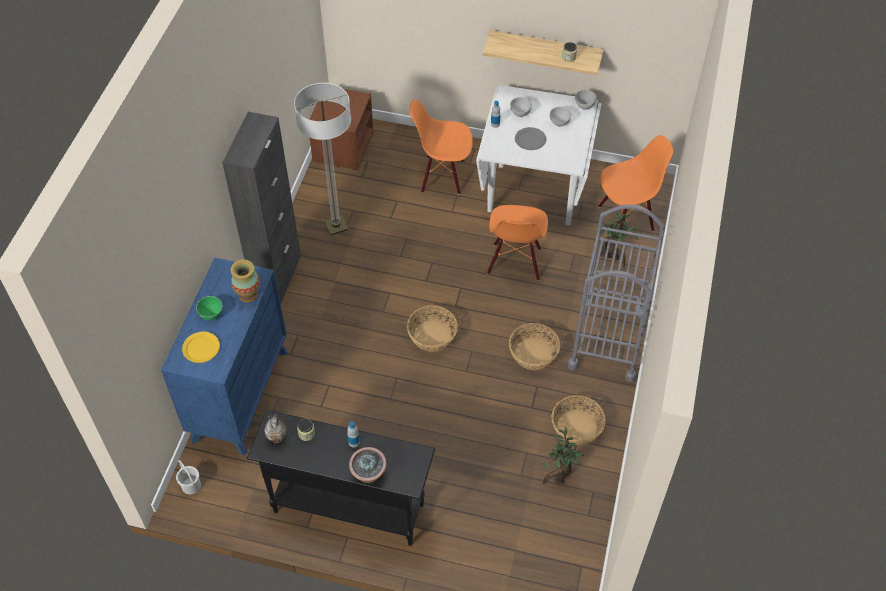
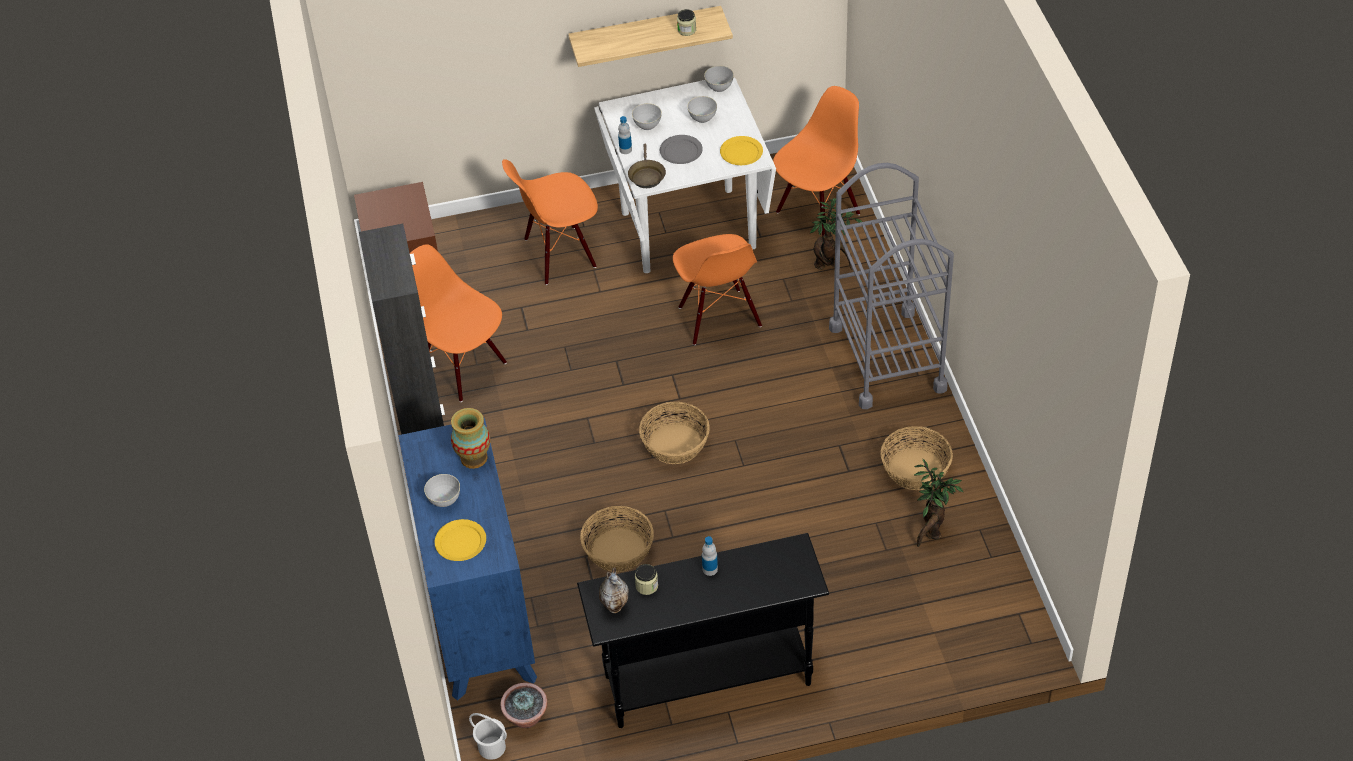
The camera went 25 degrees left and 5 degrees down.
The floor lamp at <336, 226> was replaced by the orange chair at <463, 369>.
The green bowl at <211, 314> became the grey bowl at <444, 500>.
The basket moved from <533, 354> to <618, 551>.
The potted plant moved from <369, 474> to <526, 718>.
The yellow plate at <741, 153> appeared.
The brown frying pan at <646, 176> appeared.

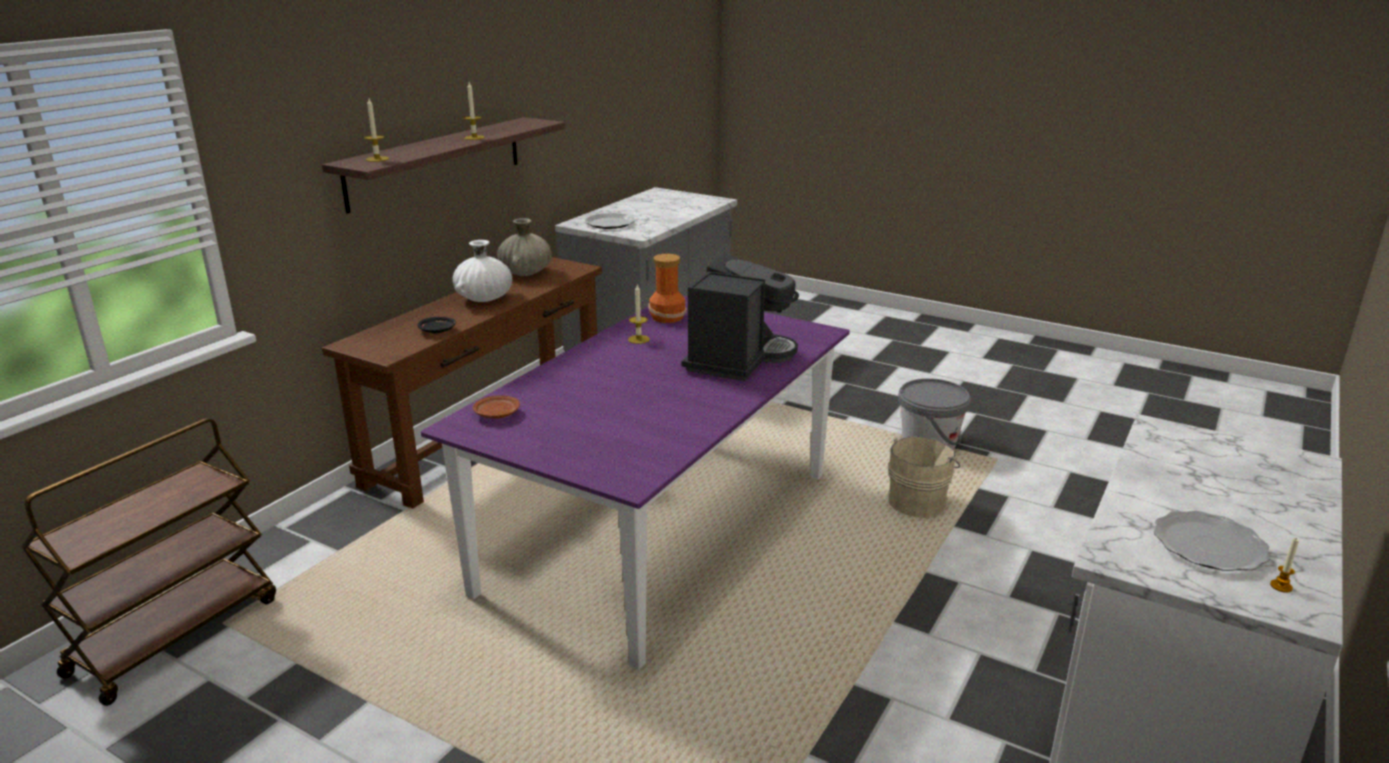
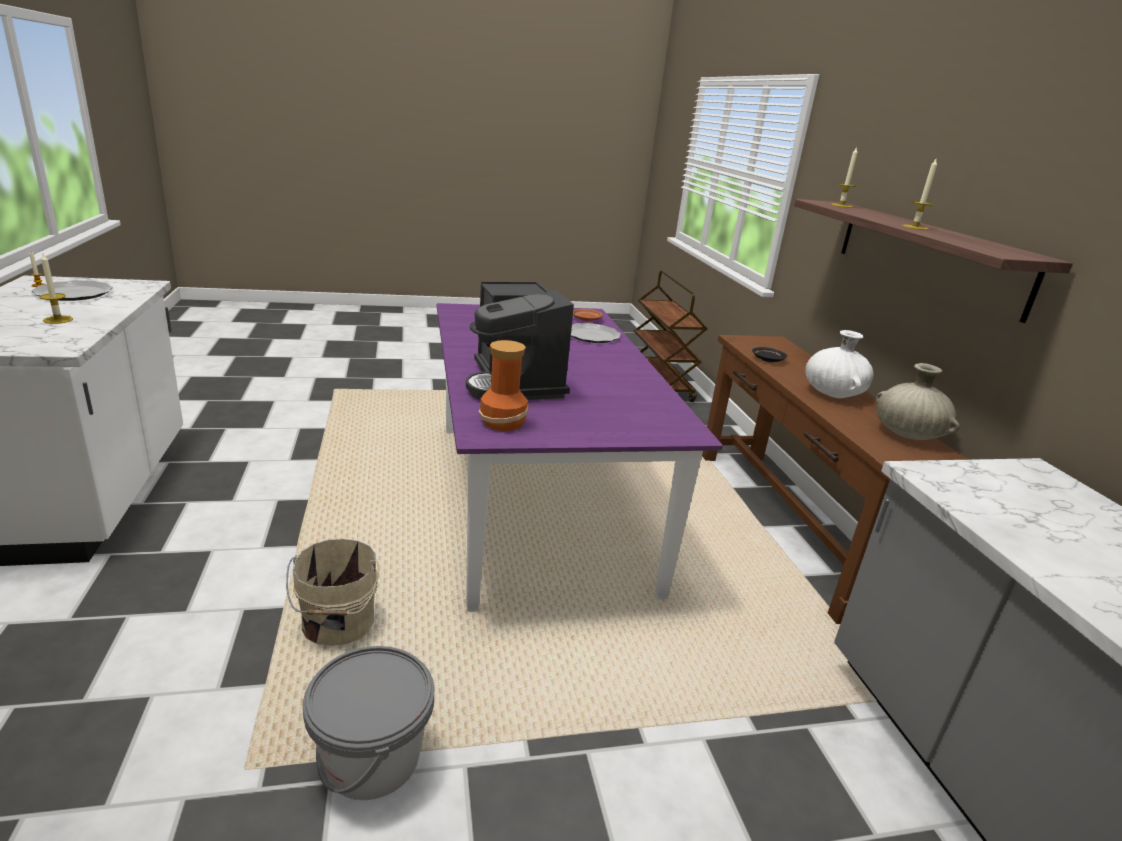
The camera went 135 degrees right and 0 degrees up.
The plate moved from <610, 223> to <592, 336>.
The vase moved from <666, 317> to <504, 422>.
The candle moved from <638, 339> to <58, 320>.

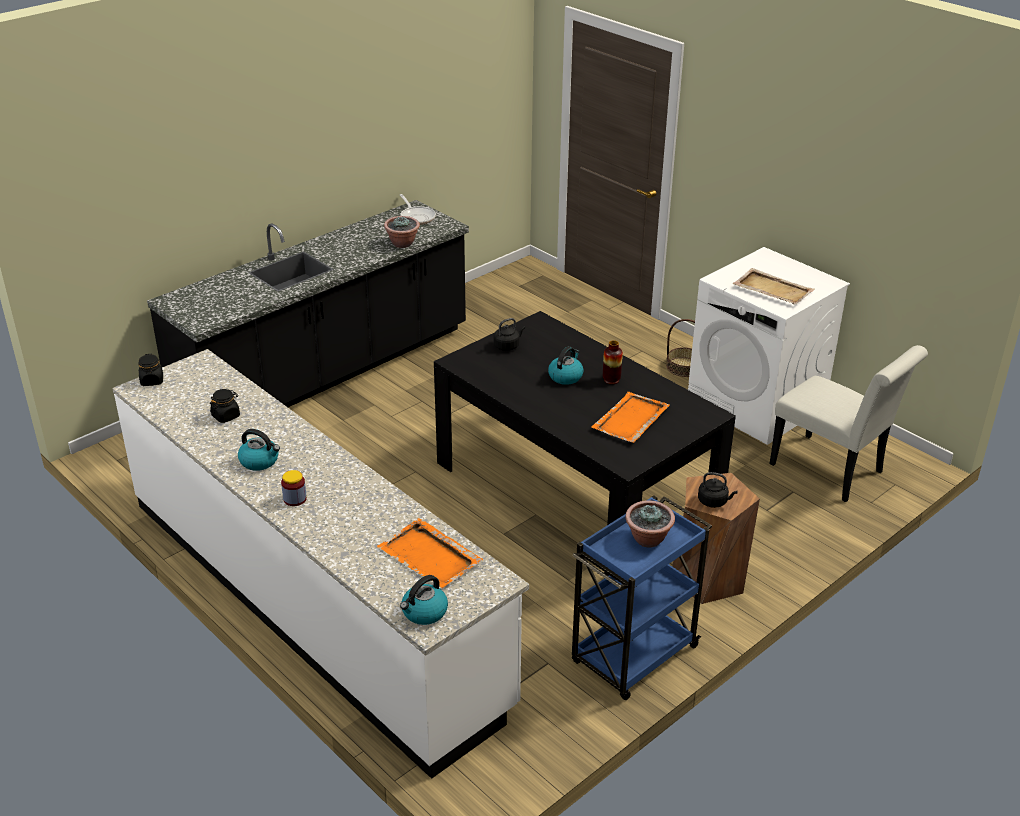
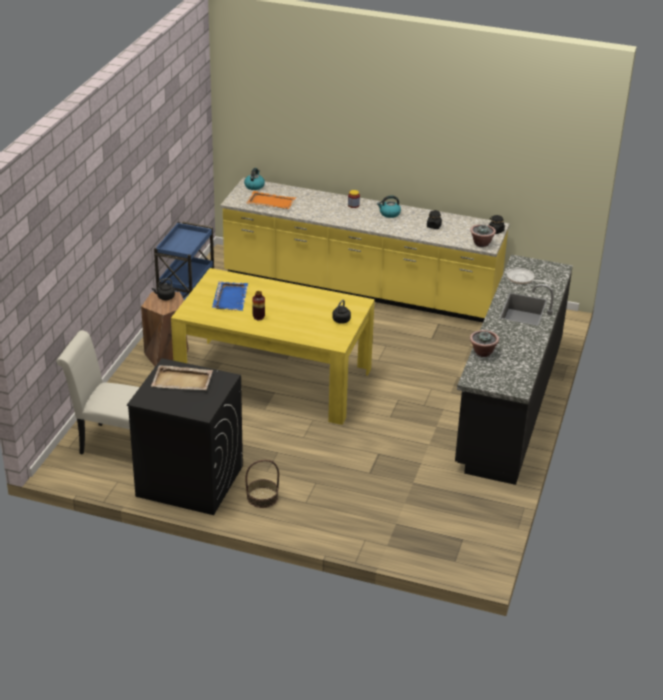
The camera went 150 degrees right and 0 degrees up.
The frying pan moved from <417, 217> to <522, 279>.
The white washing machine at <756, 404> became the black washing machine at <189, 481>.
The black dining table at <575, 491> became the yellow dining table at <273, 378>.
The kettle at <565, 376> disappeared.
The white counter at <313, 599> became the yellow counter at <360, 289>.
The orange tray at <630, 420> became the blue tray at <230, 297>.
The potted plant moved from <648, 539> to <481, 243>.

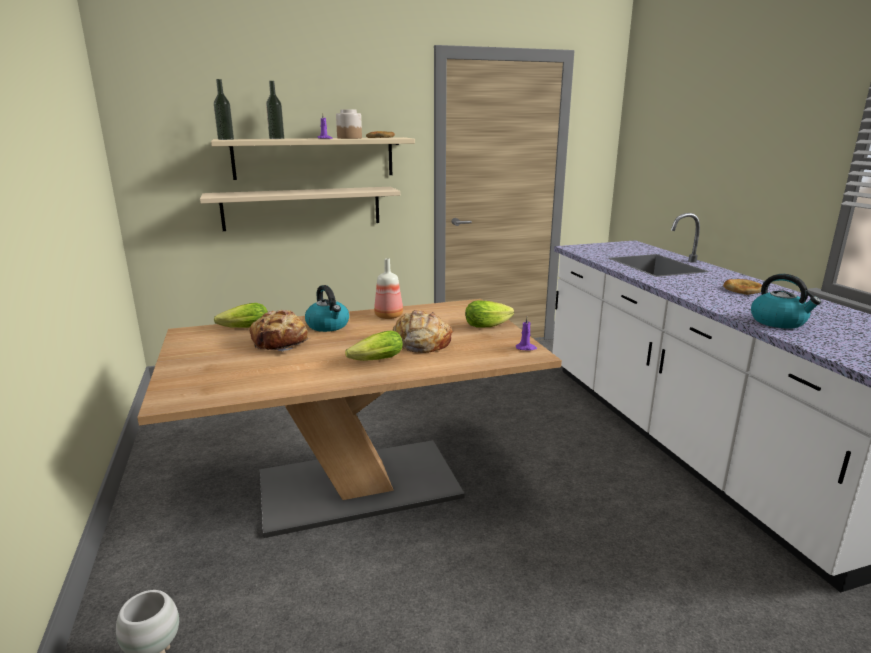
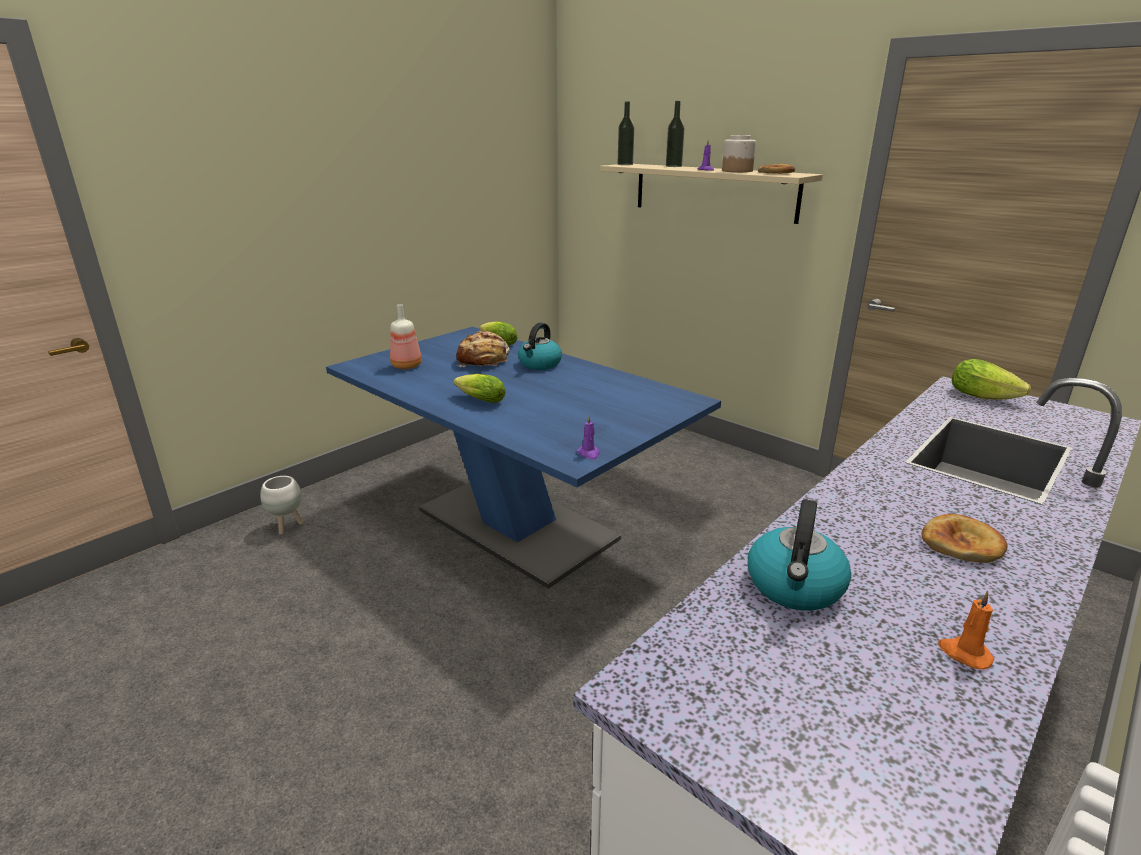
The camera went 60 degrees right and 5 degrees up.
The beige shelf at <302, 208> disappeared.
The bottle moved from <388, 316> to <407, 366>.
The brown dining table at <359, 485> became the blue dining table at <516, 524>.
The lettuce moved from <490, 325> to <986, 397>.
The bread at <421, 343> disappeared.
The orange candle at <964, 653> appeared.

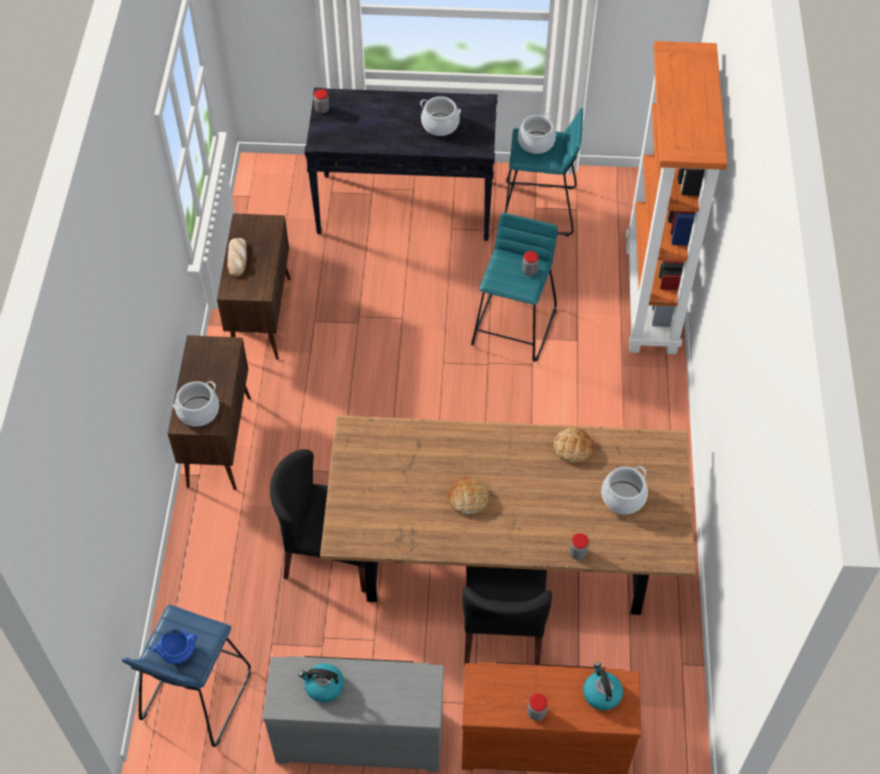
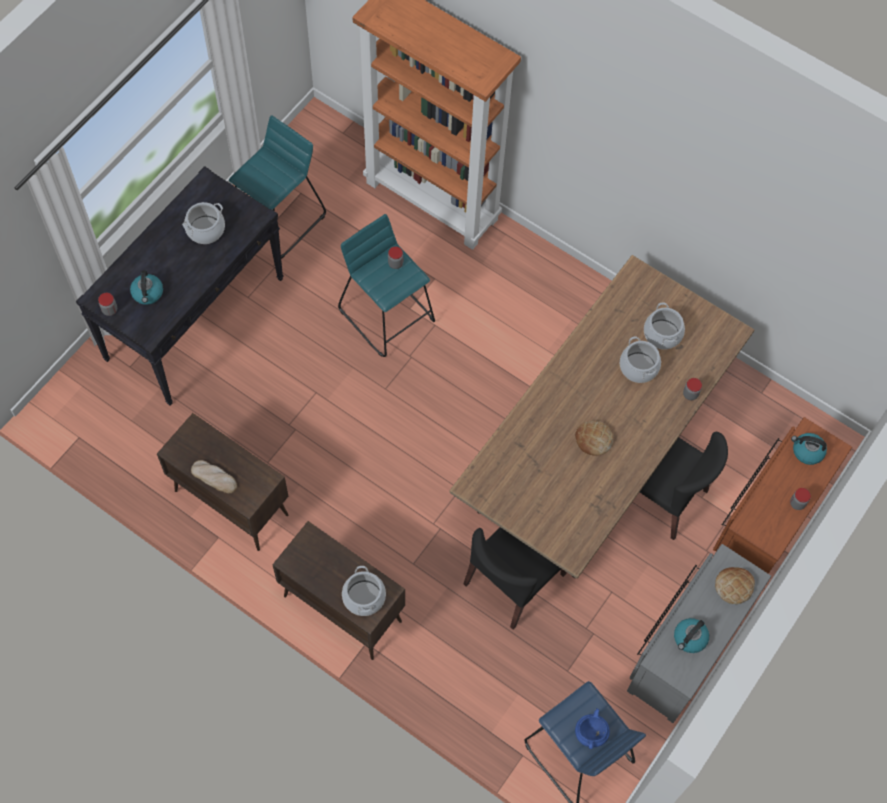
The camera went 60 degrees left and 10 degrees up.
The cooking pot moved from <536, 143> to <638, 367>.
The bread moved from <573, 447> to <734, 586>.
The kettle at <148, 293> appeared.

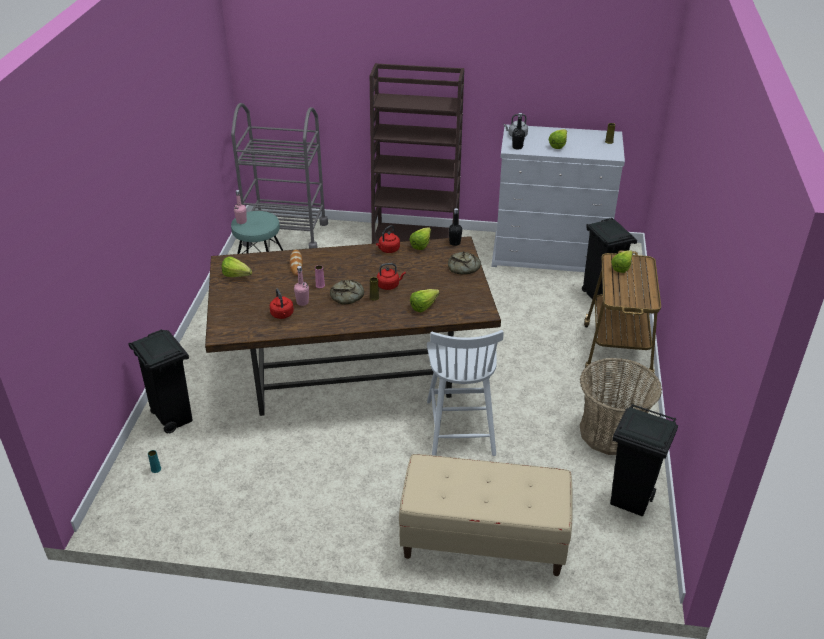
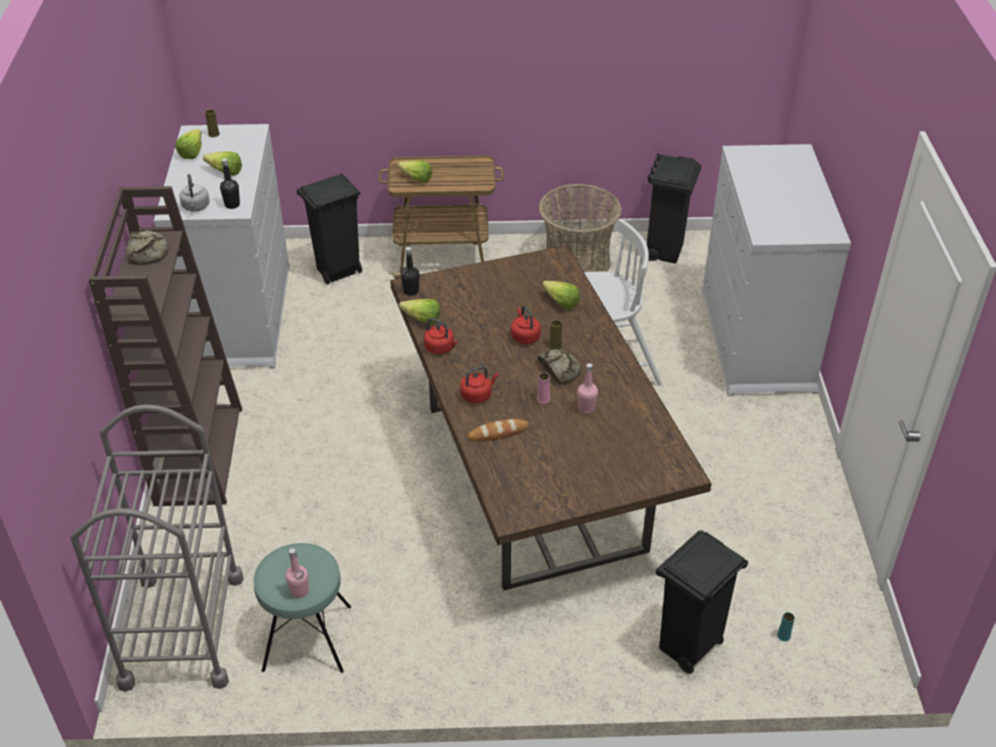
The camera went 100 degrees left and 5 degrees up.
The bread moved from <463, 267> to <149, 252>.
The lettuce moved from <238, 276> to <194, 151>.
The red kettle moved from <282, 315> to <477, 395>.
The beige bench at <483, 540> was replaced by the white dresser at <757, 339>.

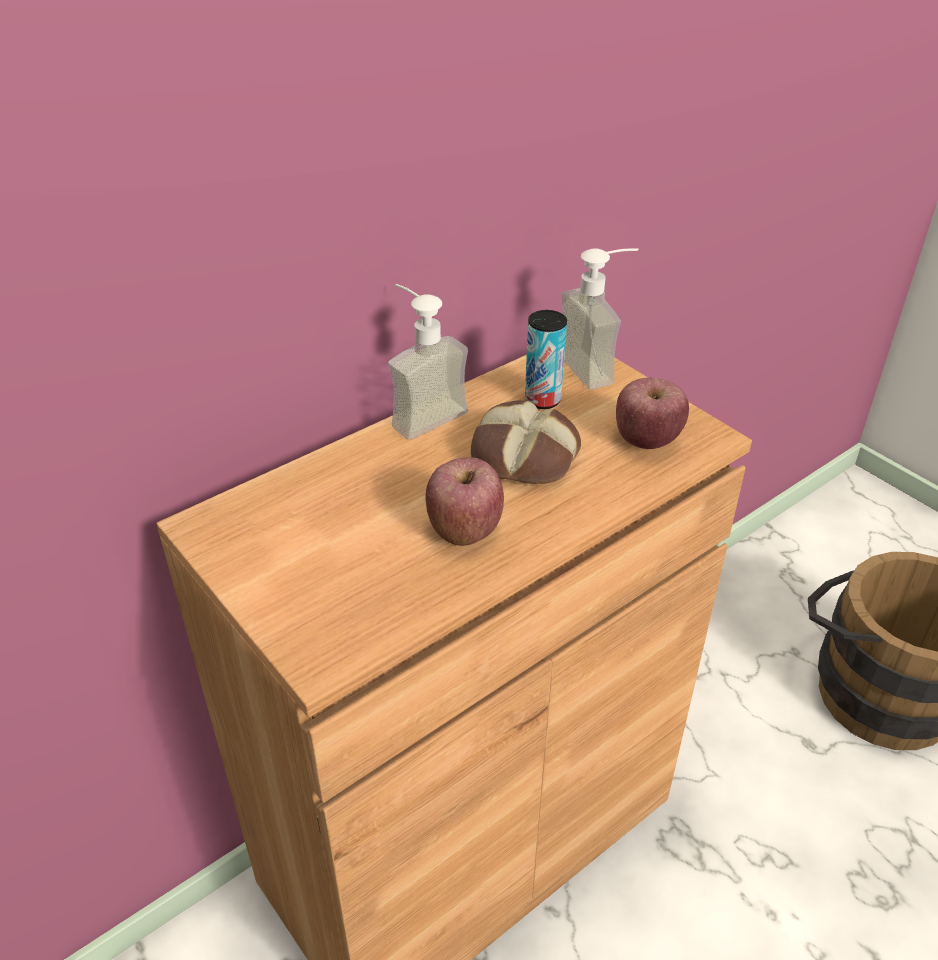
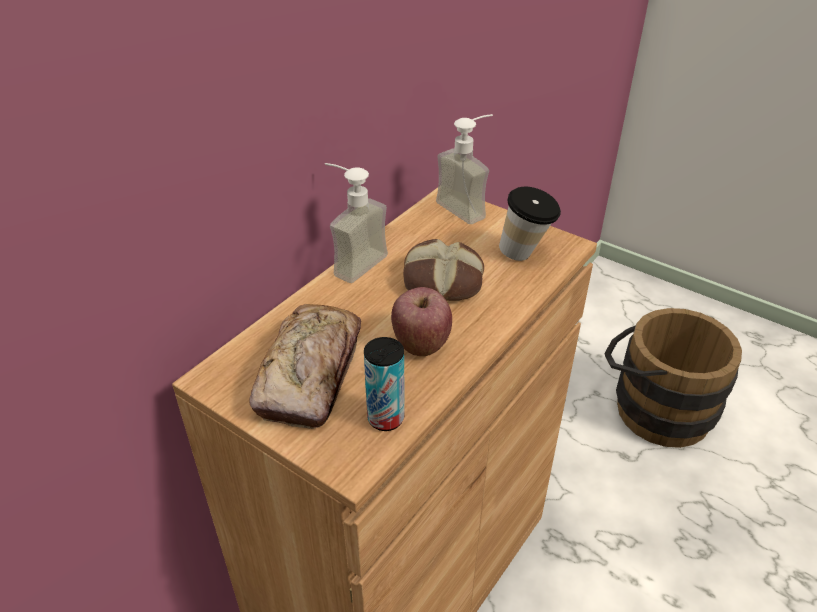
The camera went 15 degrees left and 0 degrees up.
The can moved from <542, 400> to <385, 418>.
The apple at <647, 440> was replaced by the cup at <525, 254>.
The bread at <311, 374> appeared.

